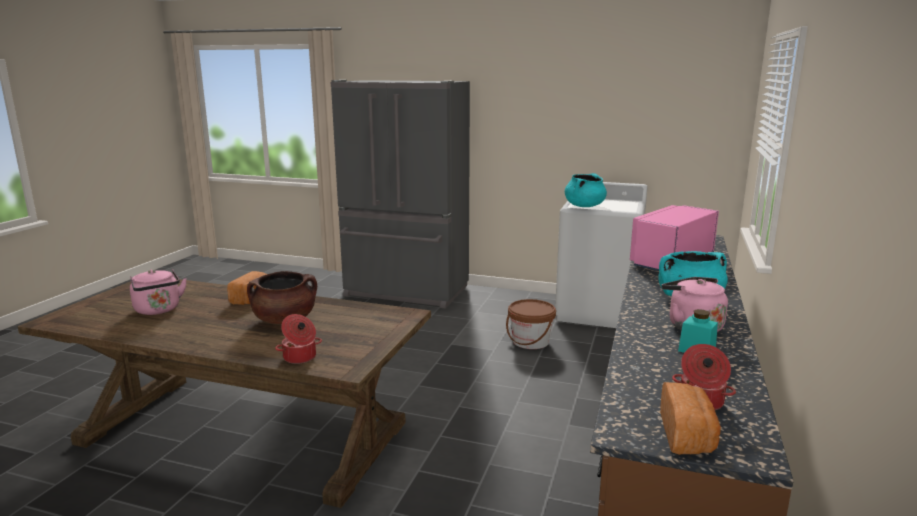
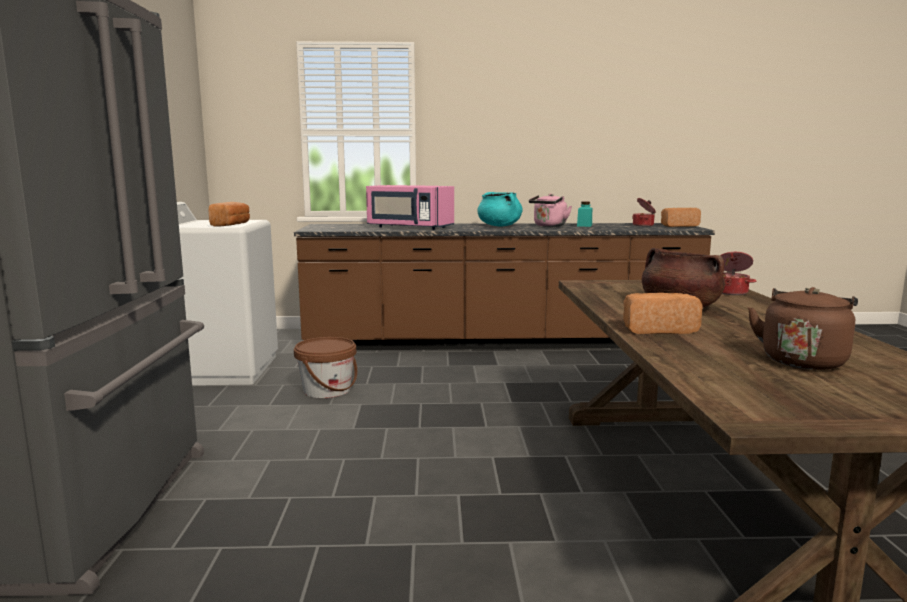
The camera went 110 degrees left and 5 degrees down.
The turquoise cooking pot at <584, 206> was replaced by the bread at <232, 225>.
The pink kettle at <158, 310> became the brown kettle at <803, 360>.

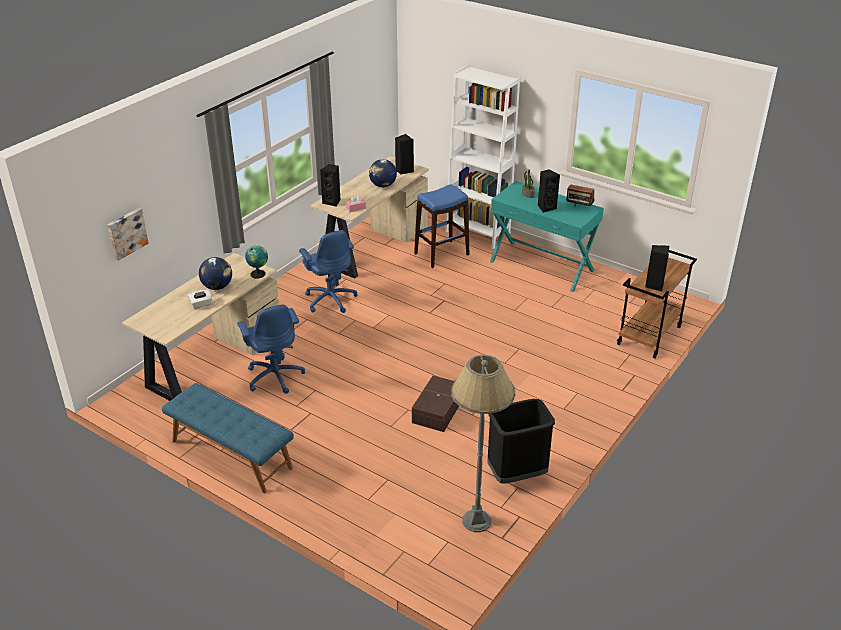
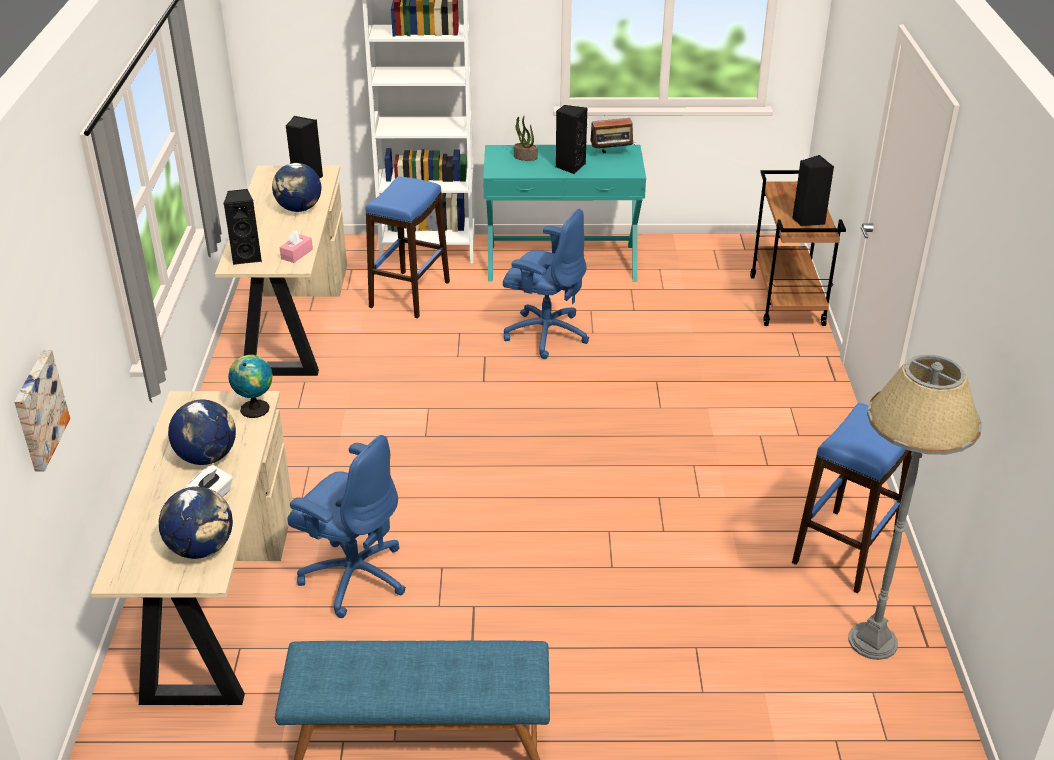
The camera went 35 degrees left and 0 degrees up.
The blue office chair moved from <330, 299> to <545, 334>.
The brown storage box at <436, 410> disappeared.
The black trash can at <516, 475> was replaced by the blue stool at <846, 551>.
The globe at <201, 548> appeared.

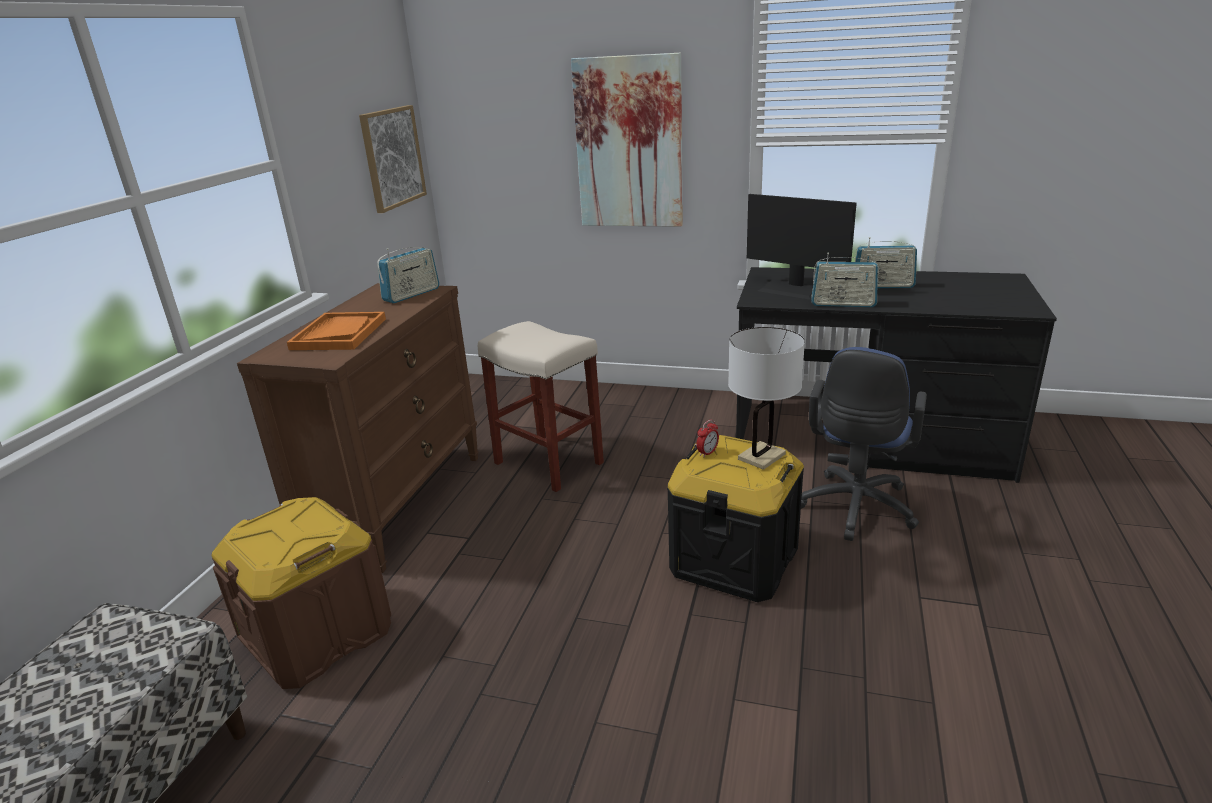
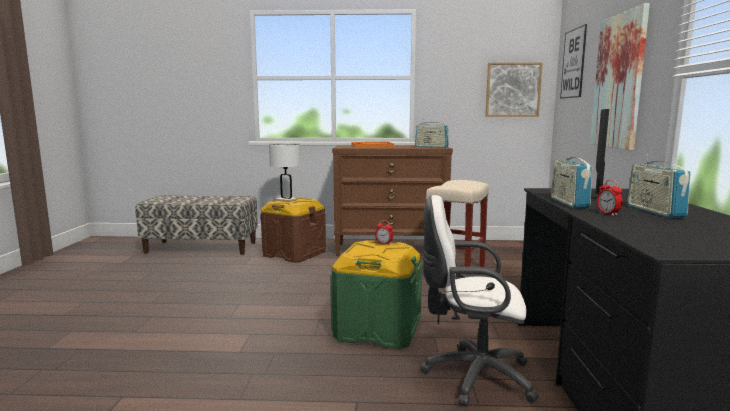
The camera went 75 degrees right and 15 degrees down.
The white table lamp moved from <761, 456> to <286, 200>.
The blue office chair at <855, 510> became the white office chair at <472, 376>.
The black storage box at <734, 560> became the green storage box at <377, 329>.
The picture at <573, 63> appeared.
The alarm clock at <608, 214> appeared.

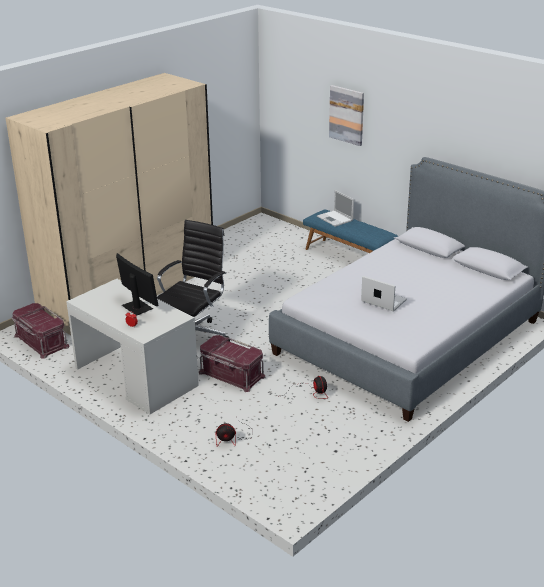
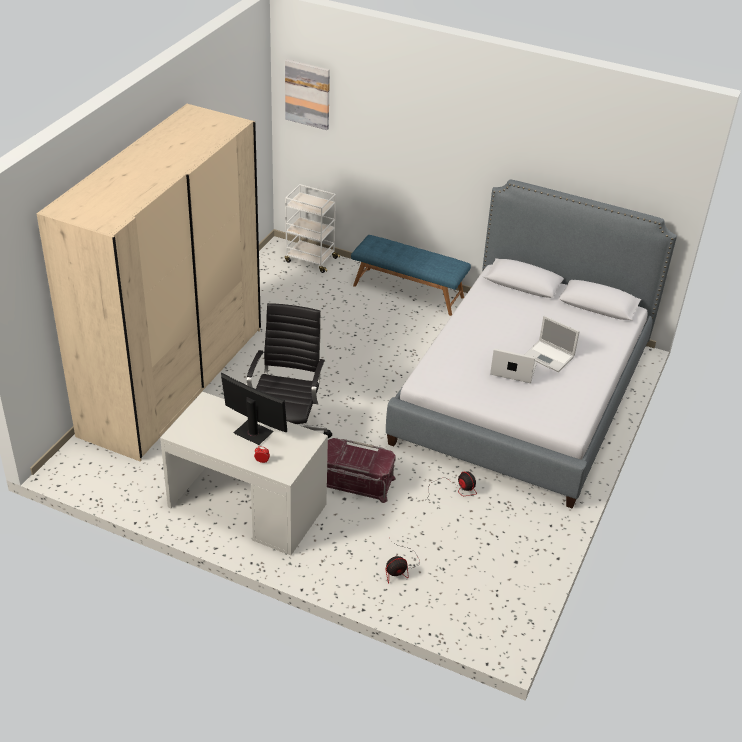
The camera went 20 degrees left and 10 degrees up.
The picture moved from <347, 115> to <307, 94>.
The laptop moved from <335, 219> to <549, 356>.
The red storage box at <40, 341> disappeared.
The white cart at <310, 259> appeared.

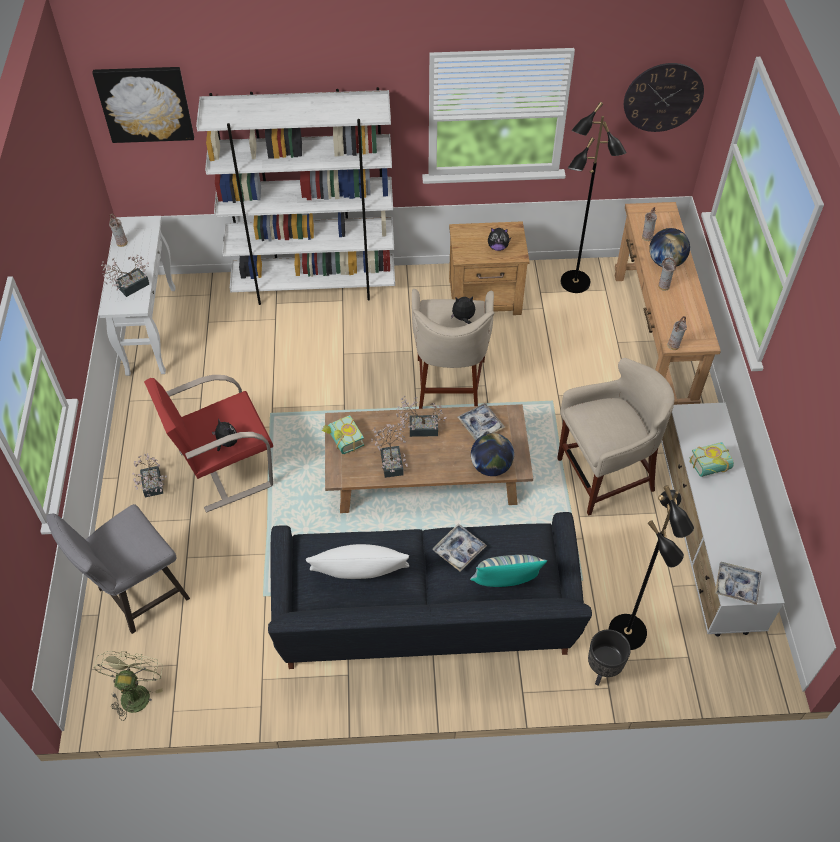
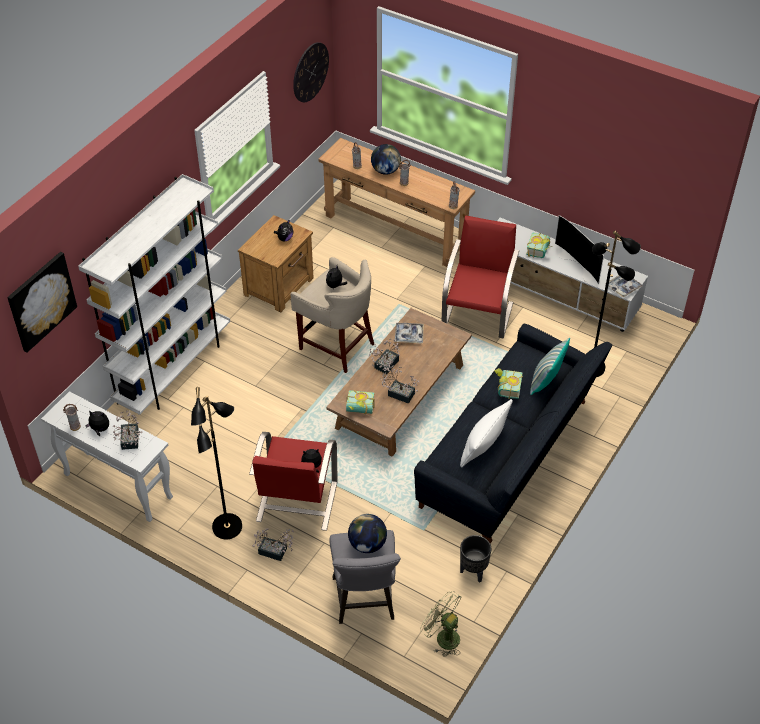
The camera went 55 degrees left and 5 degrees down.
The black floor lamp moved from <575, 283> to <228, 527>.
The beige stool at <604, 477> was replaced by the red armchair at <478, 314>.
The globe moved from <491, 467> to <367, 544>.
The tray at <459, 550> was replaced by the book at <506, 388>.
The black planter moved from <602, 671> to <473, 572>.
The television at <580, 264> appeared.
The plush toy at <100, 430> appeared.

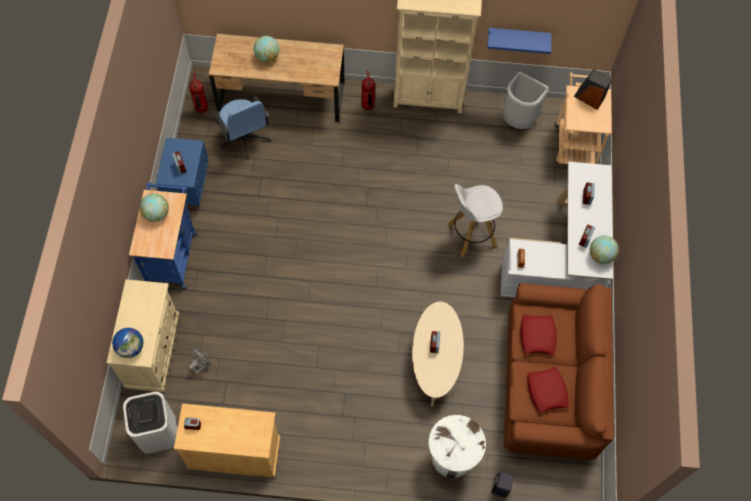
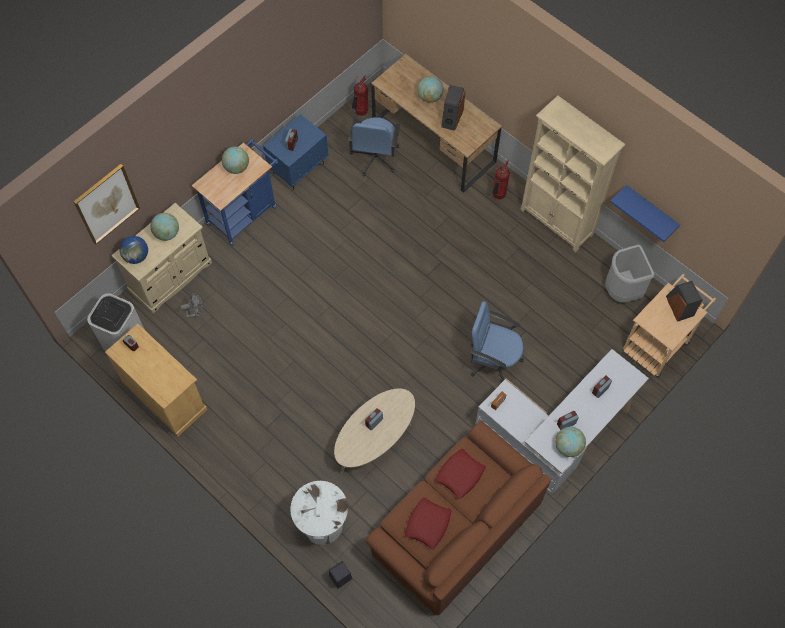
The camera went 40 degrees right and 0 degrees up.
The white stool at <470, 235> was replaced by the blue office chair at <493, 360>.
The speaker at <451, 118> appeared.
The picture at <106, 204> appeared.
The globe at <167, 233> appeared.

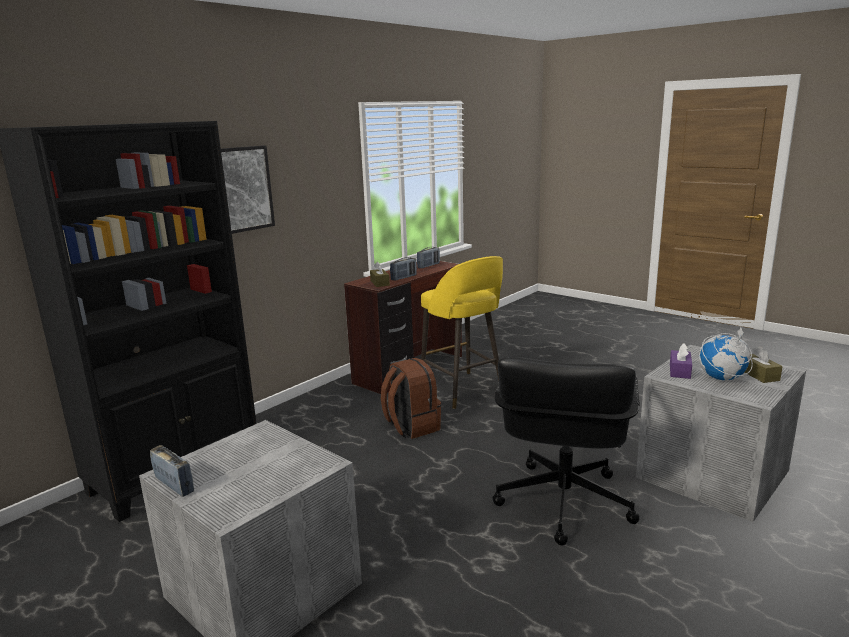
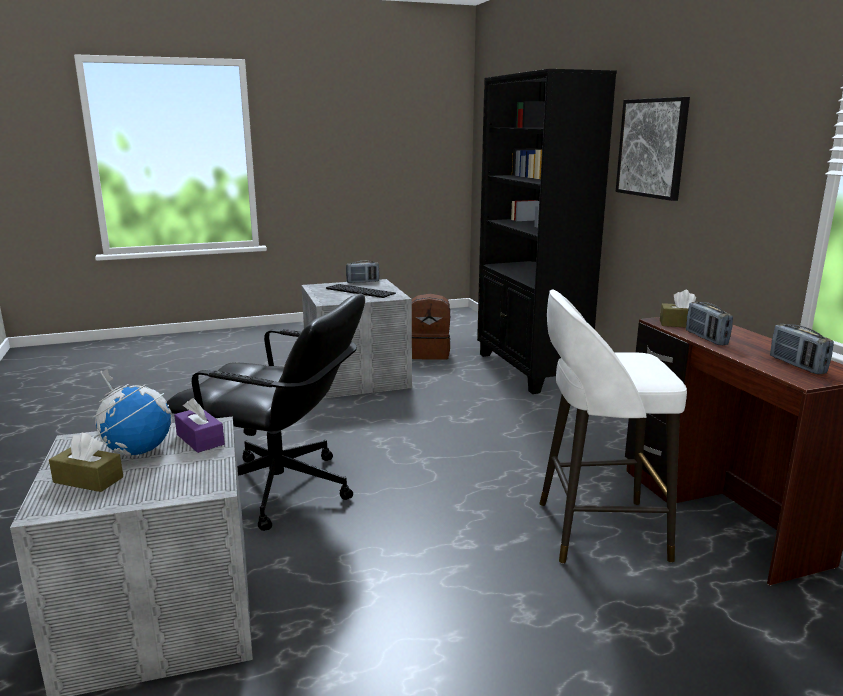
The camera went 120 degrees right and 0 degrees up.
The yellow stool at <463, 391> became the white stool at <596, 530>.
The black office chair at <562, 502> turned 150 degrees clockwise.
The brown backpack moved from <411, 426> to <429, 353>.
The keyboard at <359, 291> appeared.

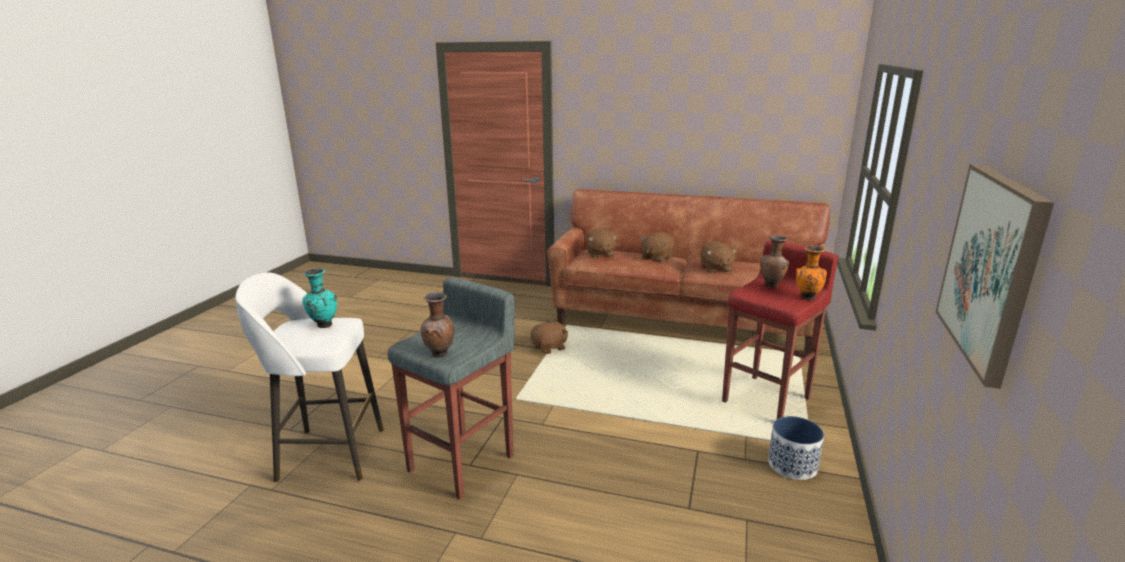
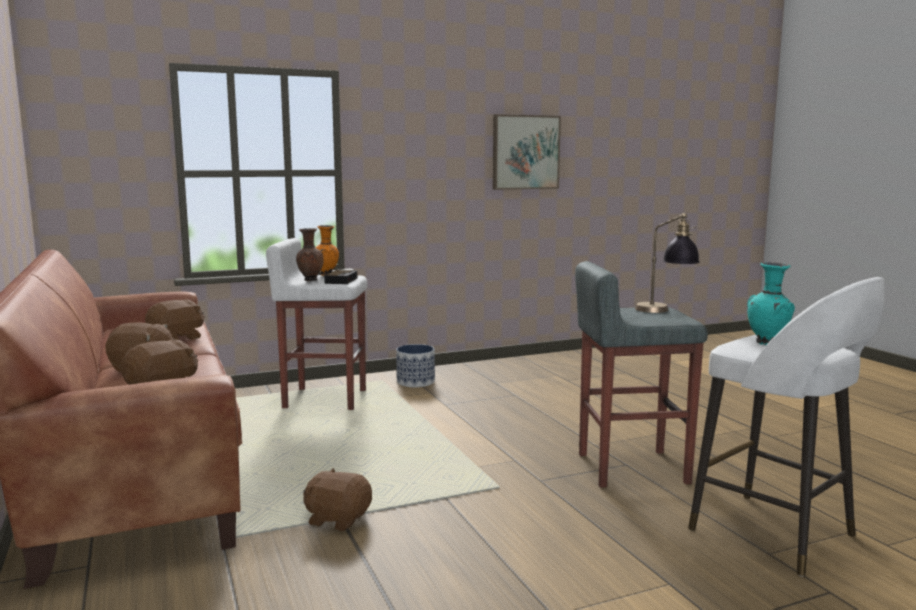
The camera went 130 degrees left and 10 degrees down.
The red stool at <767, 400> became the white stool at <324, 399>.
The brown vase at <440, 355> was replaced by the table lamp at <665, 311>.
The alarm clock at <341, 280> appeared.

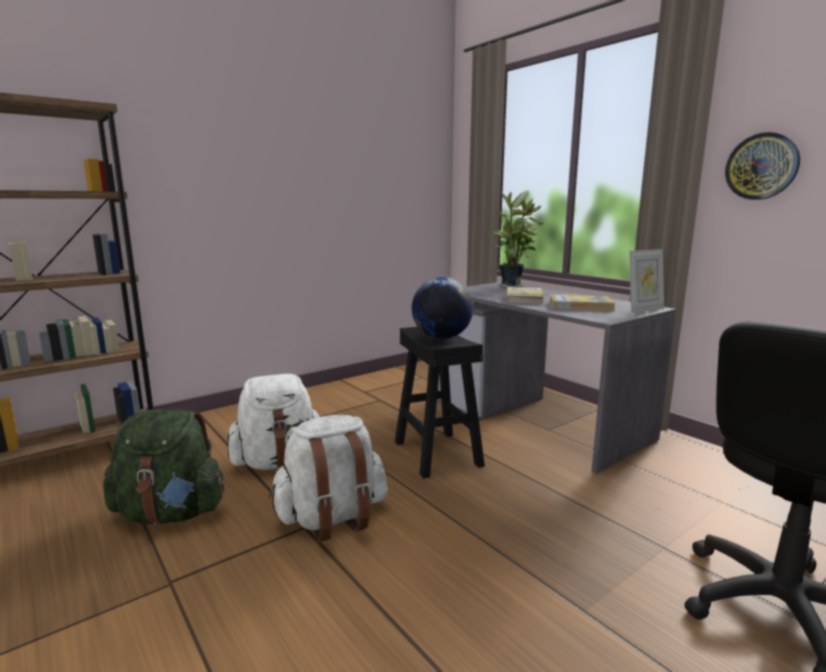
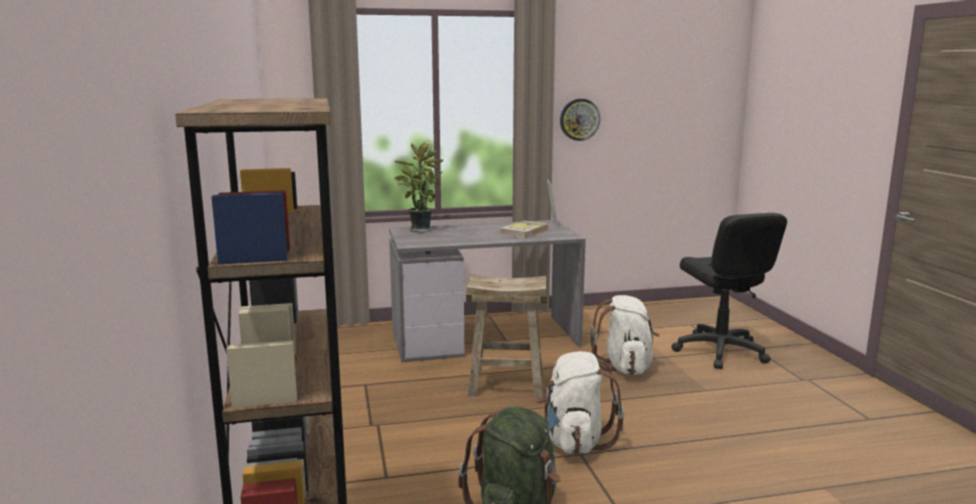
The camera went 65 degrees left and 0 degrees up.
The globe at <442, 338> disappeared.
The book at <524, 298> disappeared.
The black stool at <436, 453> became the beige stool at <506, 385>.
The white backpack moved from <279, 461> to <625, 367>.

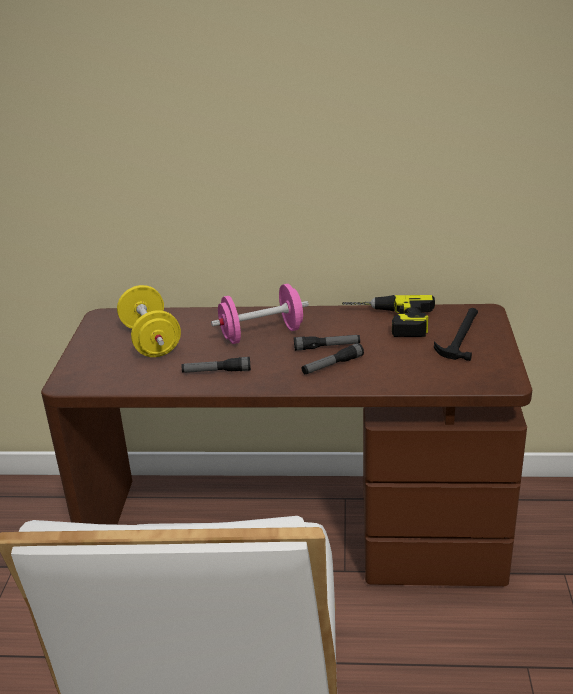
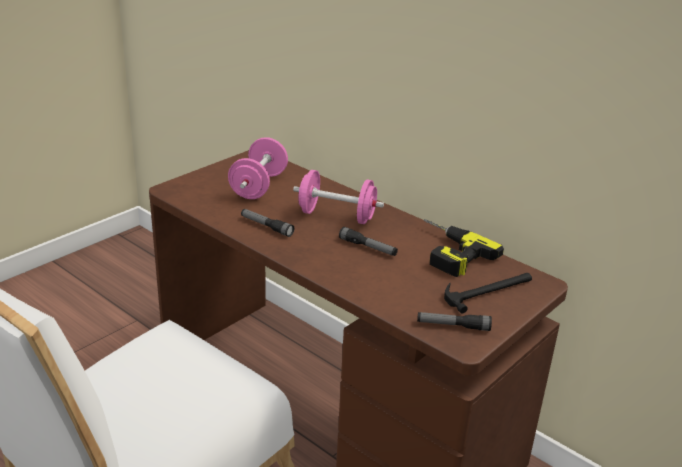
The camera went 35 degrees right and 0 degrees up.
The yellow dumbbell at <151, 341> became the pink dumbbell at <258, 186>.
The flashlight moved from <332, 365> to <453, 326>.

